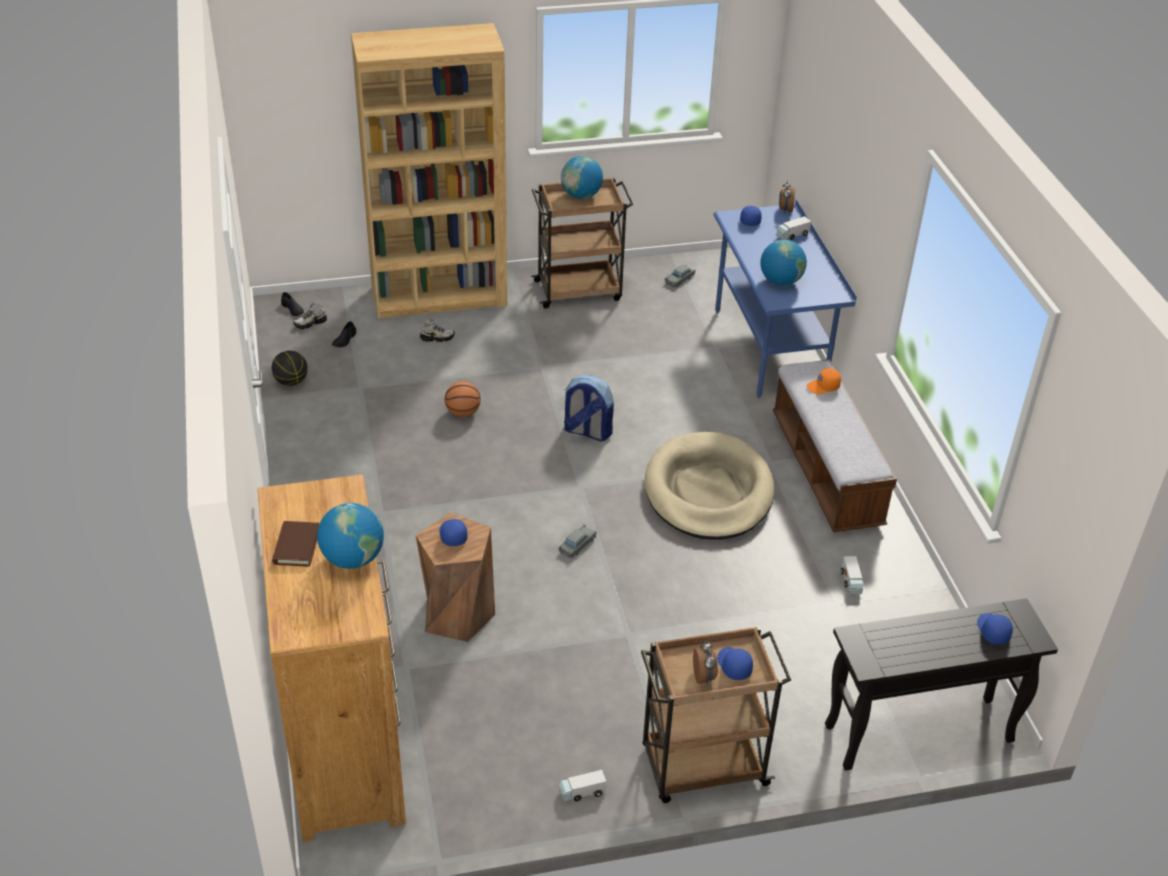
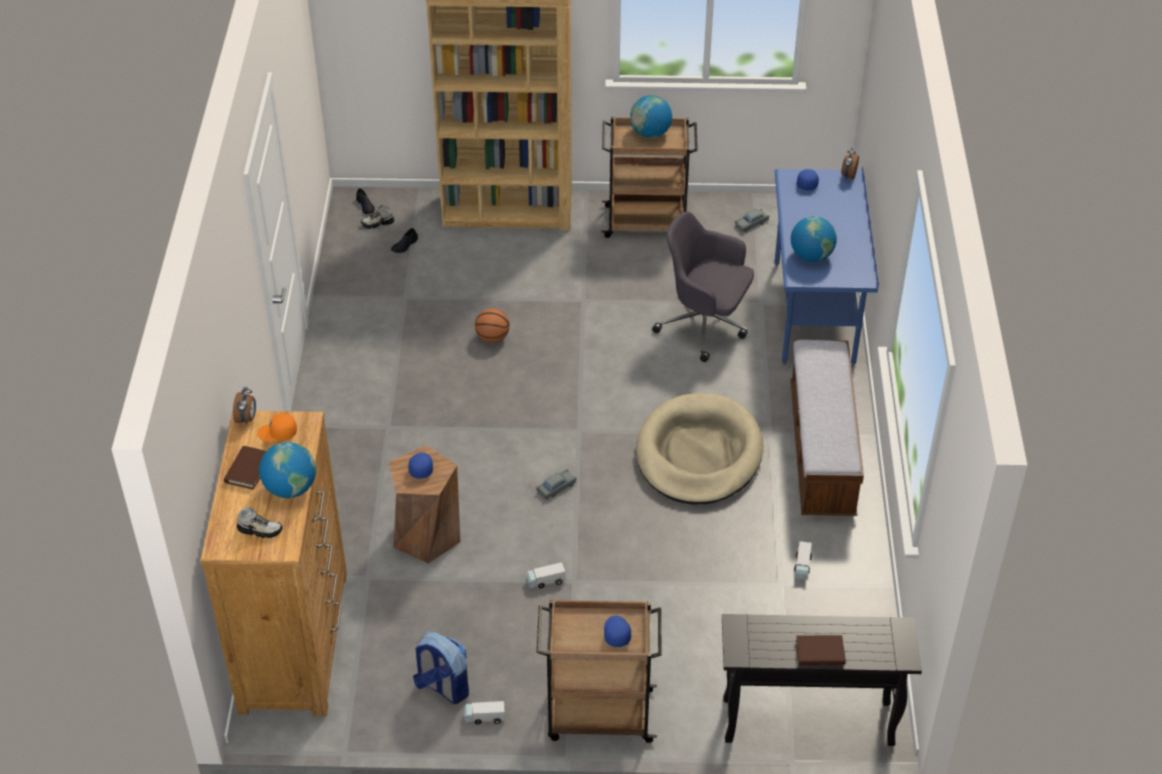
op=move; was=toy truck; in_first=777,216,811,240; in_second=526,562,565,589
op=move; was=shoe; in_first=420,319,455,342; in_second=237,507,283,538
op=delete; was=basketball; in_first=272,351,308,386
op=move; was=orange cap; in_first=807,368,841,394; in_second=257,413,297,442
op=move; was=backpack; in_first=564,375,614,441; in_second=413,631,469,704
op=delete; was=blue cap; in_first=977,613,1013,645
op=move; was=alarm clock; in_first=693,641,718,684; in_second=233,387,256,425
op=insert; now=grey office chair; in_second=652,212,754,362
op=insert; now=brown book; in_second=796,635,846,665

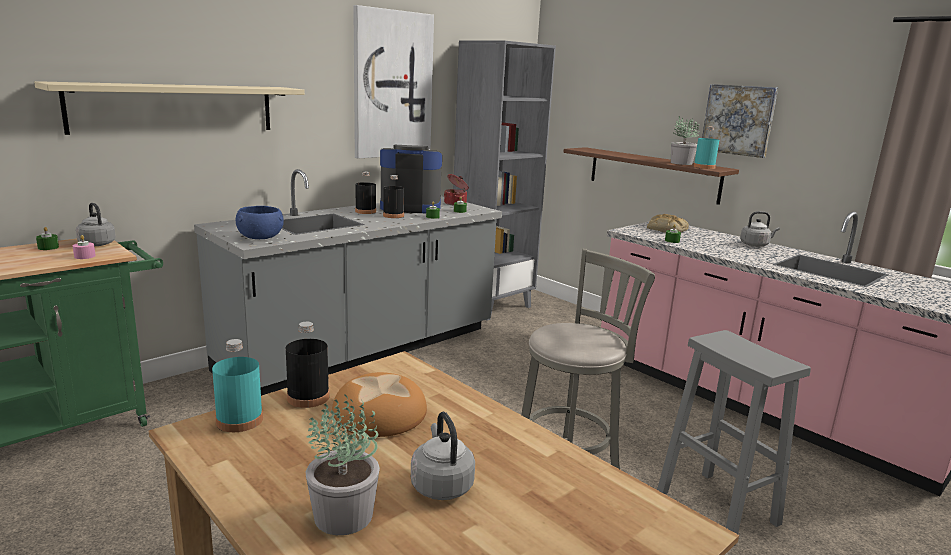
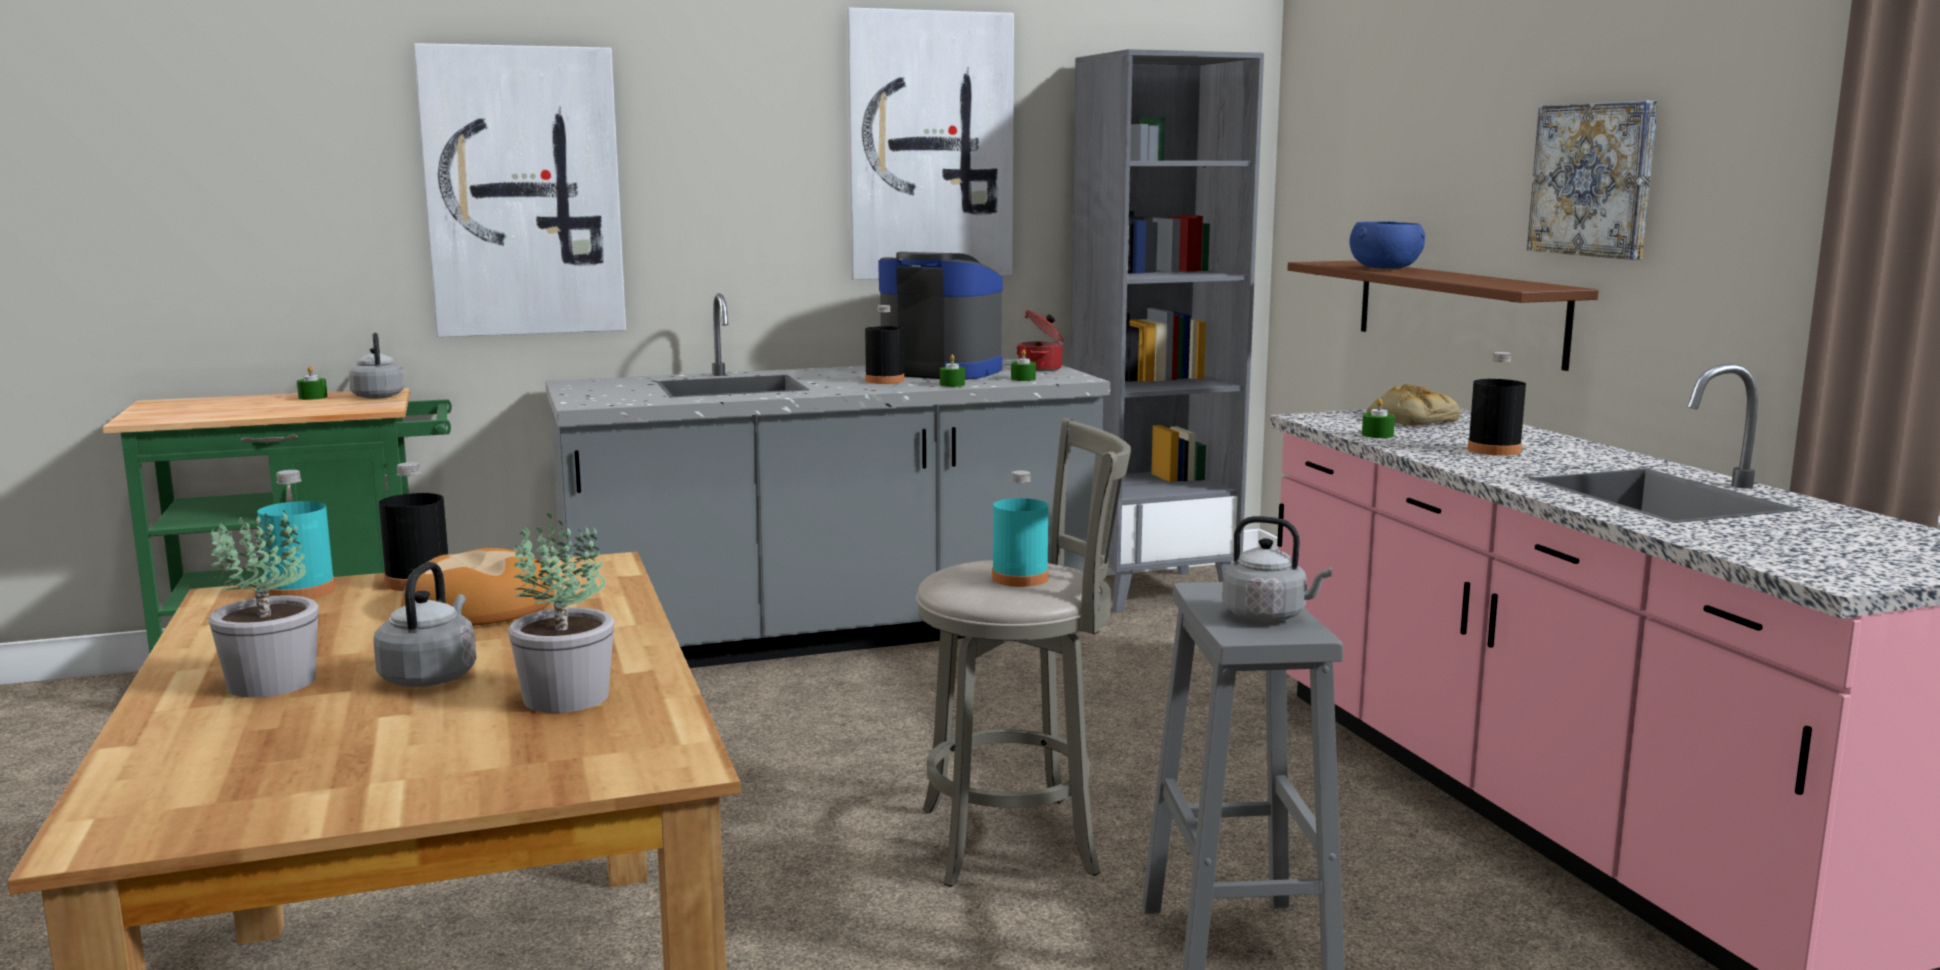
op=replace; was=beige shelf; now=picture; in_first=34,81,305,135; in_second=413,43,626,337
op=move; was=potted plant; in_first=671,116,699,165; in_second=508,512,614,713
op=move; was=turquoise bottle; in_first=694,126,719,169; in_second=992,471,1049,587
op=move; was=black bottle; in_first=355,172,376,214; in_second=1467,352,1526,456
op=move; was=blue bowl; in_first=236,206,284,239; in_second=1349,221,1425,269
op=move; was=grey kettle; in_first=740,211,780,247; in_second=1222,516,1332,621
op=delete; was=pink candle; in_first=73,235,96,259

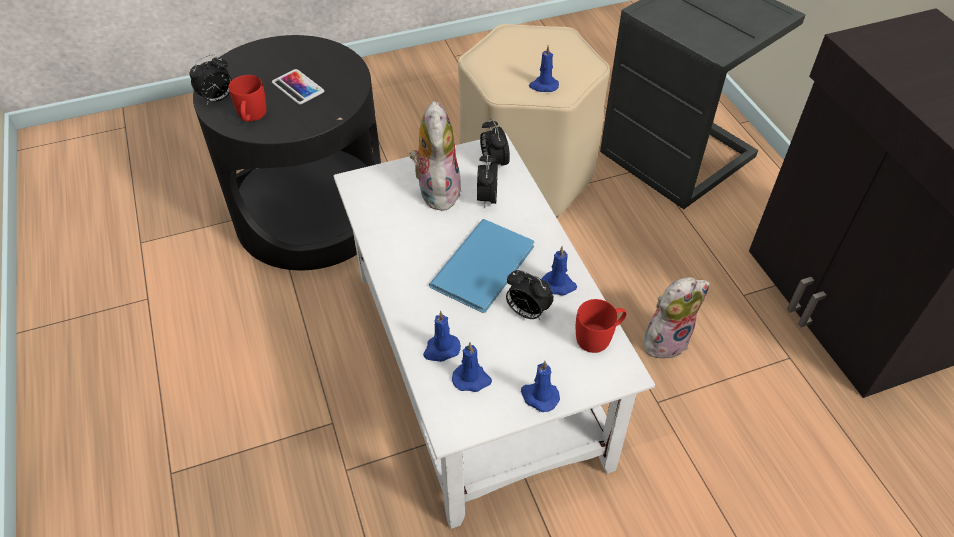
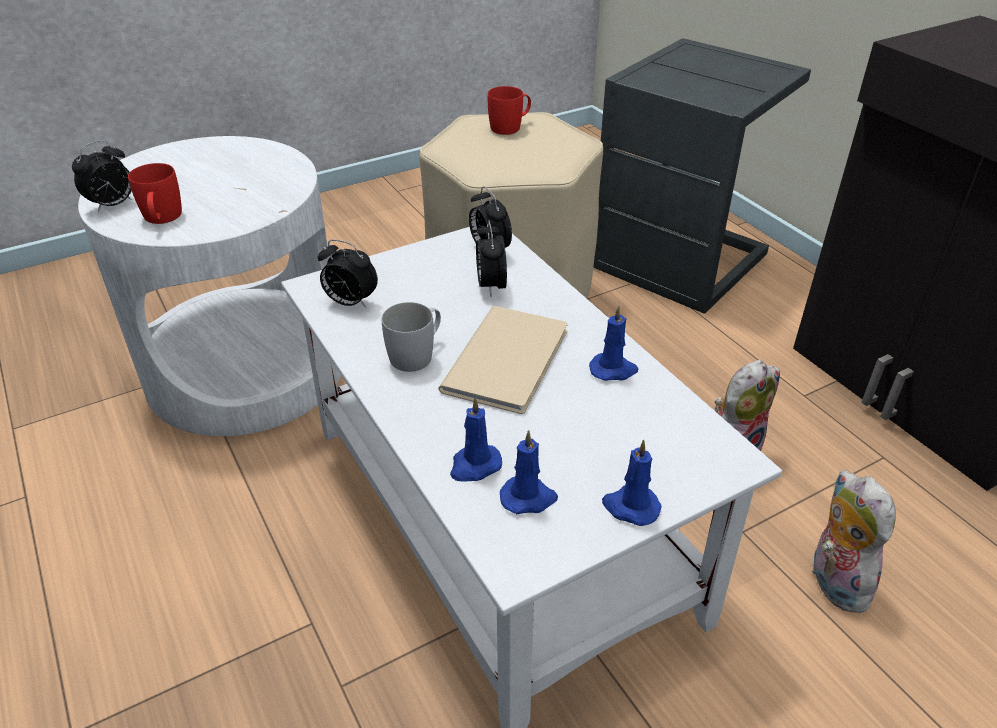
op=recolor; was=black side table; now=white side table; in_first=193,35,381,270; in_second=78,136,341,436
op=delete; was=blue candle; in_first=529,45,559,92
op=delete; was=phone; in_first=272,69,324,104
op=move; was=plush toy; in_first=410,101,461,211; in_second=812,470,896,613
op=recolor; was=blue book; now=beige book; in_first=429,219,534,313; in_second=438,306,568,414
op=move; was=alarm clock; in_first=506,270,554,320; in_second=318,239,378,308
op=move; was=red mug; in_first=576,299,626,353; in_second=488,86,531,135
op=insert; now=white mug; in_second=382,302,441,372

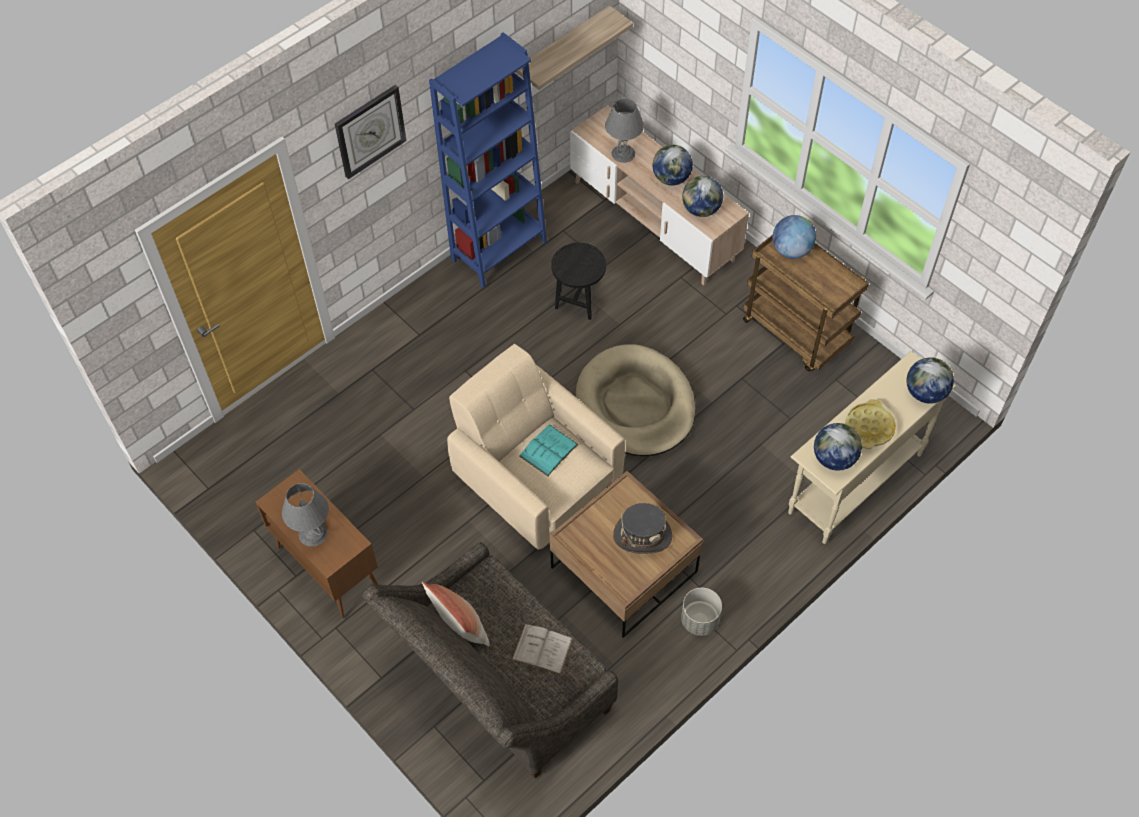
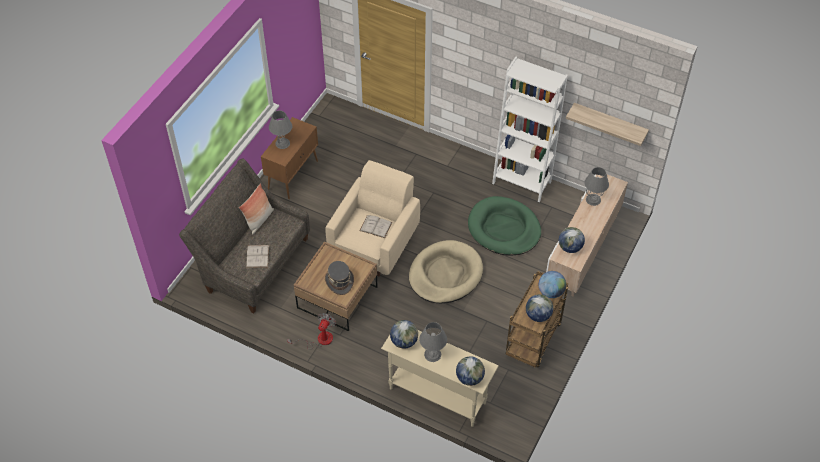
op=recolor; was=blue bookcase; now=white bookcase; in_first=429,32,547,288; in_second=492,57,568,202
op=delete; was=wall clock; in_first=335,85,406,179
op=move; was=globe; in_first=653,145,693,186; in_second=526,294,553,322
op=replace; was=black side table; now=green dog bed; in_first=551,243,606,320; in_second=468,196,541,255
op=replace; was=yellow tray; now=grey table lamp; in_first=845,399,896,449; in_second=419,322,447,362
op=recolor; was=turquoise book; now=white book; in_first=519,424,578,476; in_second=360,215,392,238
op=replace; was=grey planter; now=fan; in_first=681,588,722,636; in_second=287,313,336,349

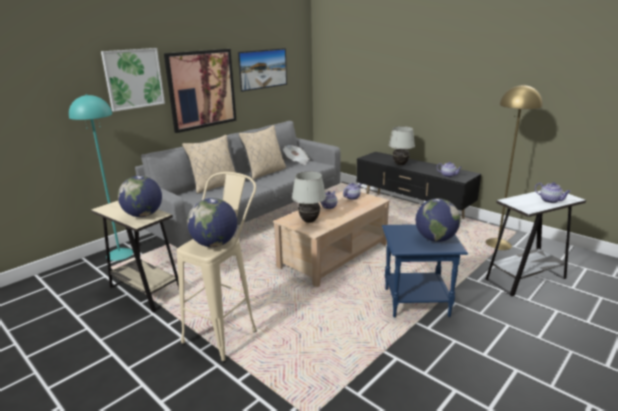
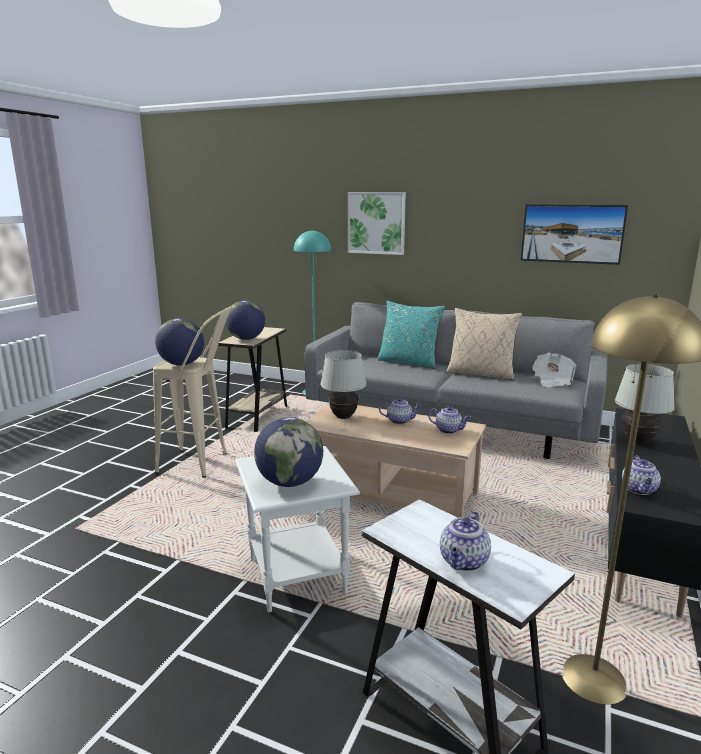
op=delete; was=picture; in_first=164,49,236,133
op=recolor; was=beige pillow; now=turquoise pillow; in_first=182,135,236,194; in_second=378,301,445,369
op=recolor; was=blue side table; now=white side table; in_first=382,224,468,317; in_second=235,446,360,612

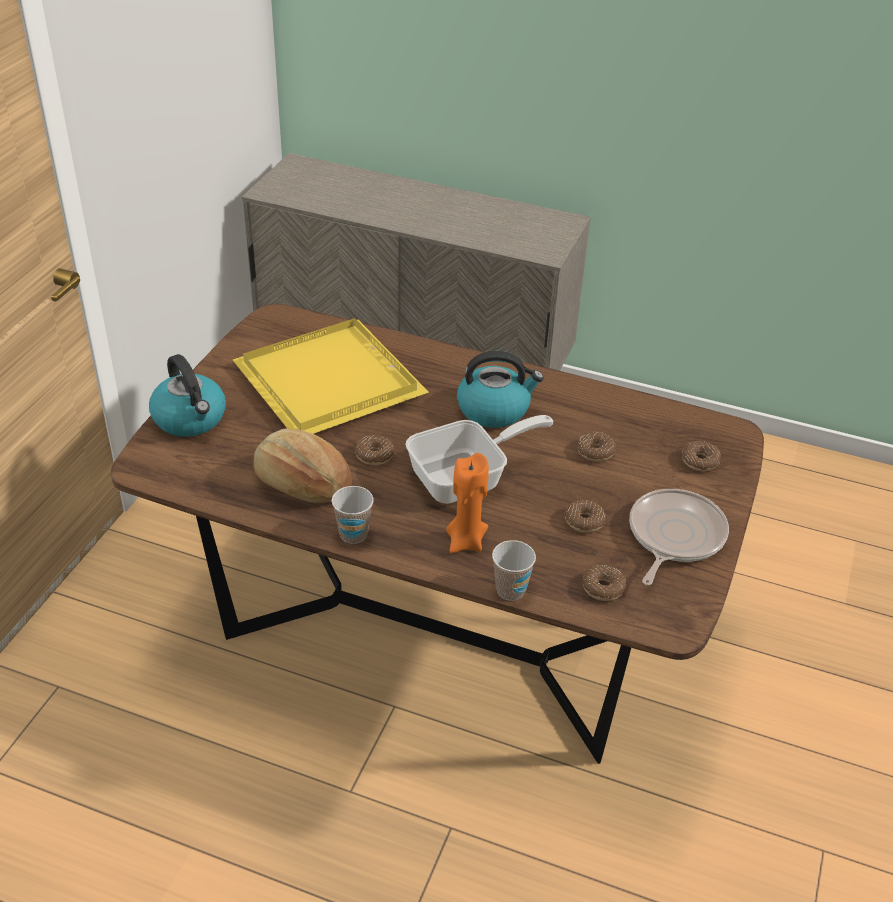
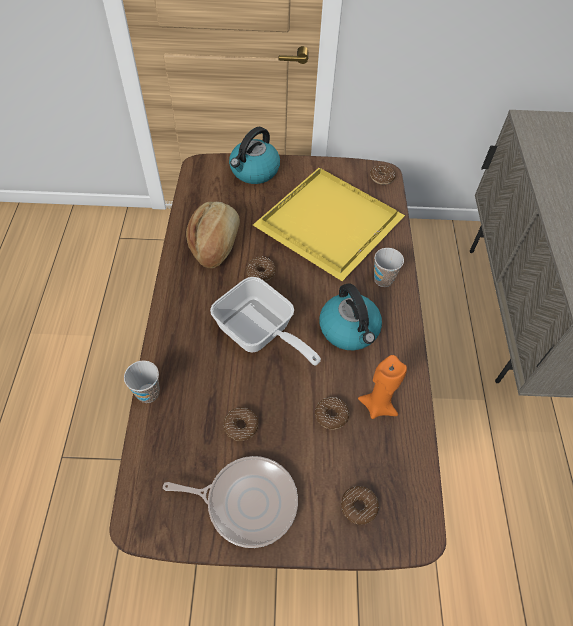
op=move; was=orange candle; in_first=446,453,489,553; in_second=358,355,407,419
op=move; was=cup; in_first=332,486,374,544; in_second=374,248,404,287
op=move; was=donut; in_first=582,565,626,601; in_second=370,164,396,185

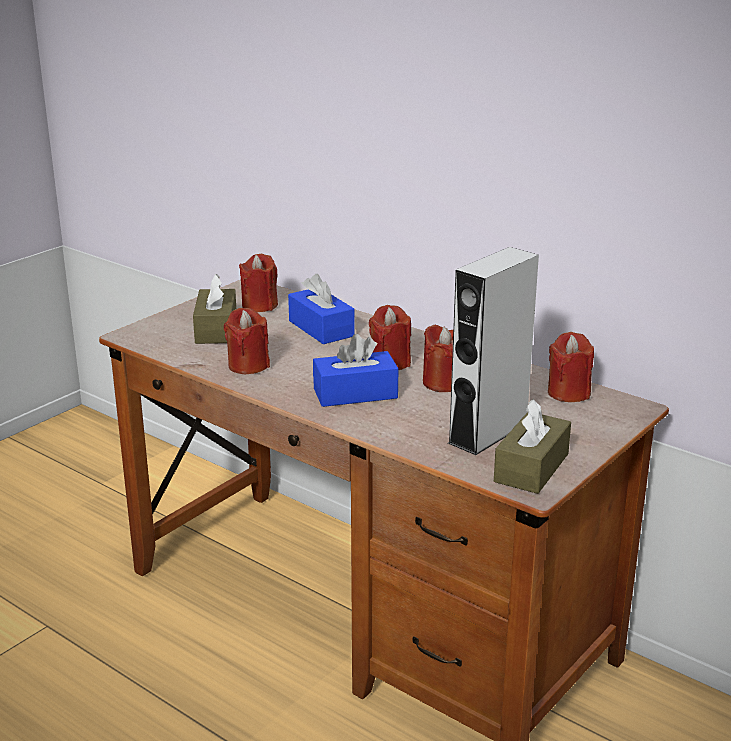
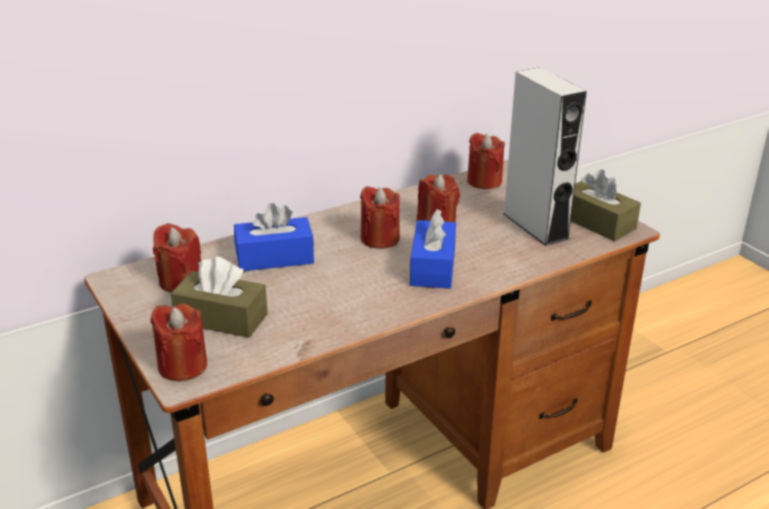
op=move; was=red candle; in_first=224,308,270,374; in_second=150,303,207,381

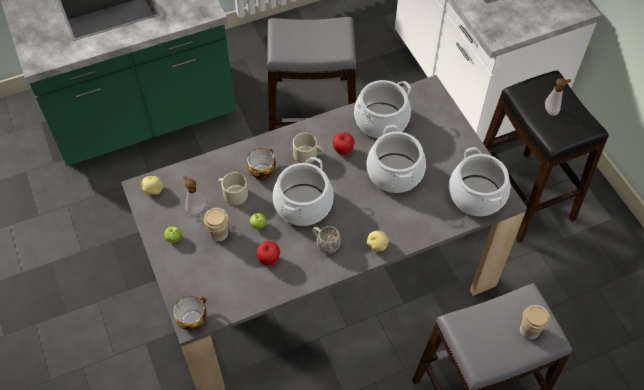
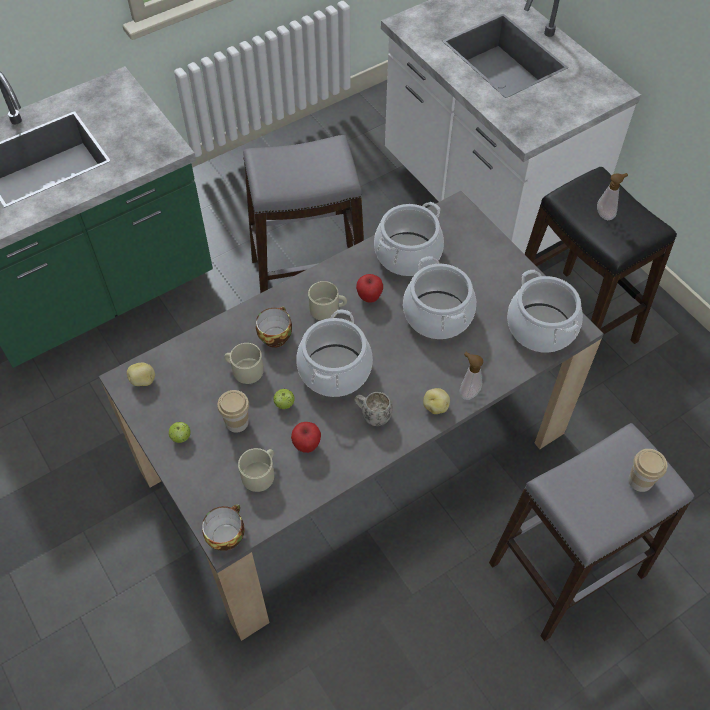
op=move; was=soap dispenser; in_first=183,176,206,215; in_second=460,352,483,400
op=insert; now=beige mug; in_second=238,448,274,492

